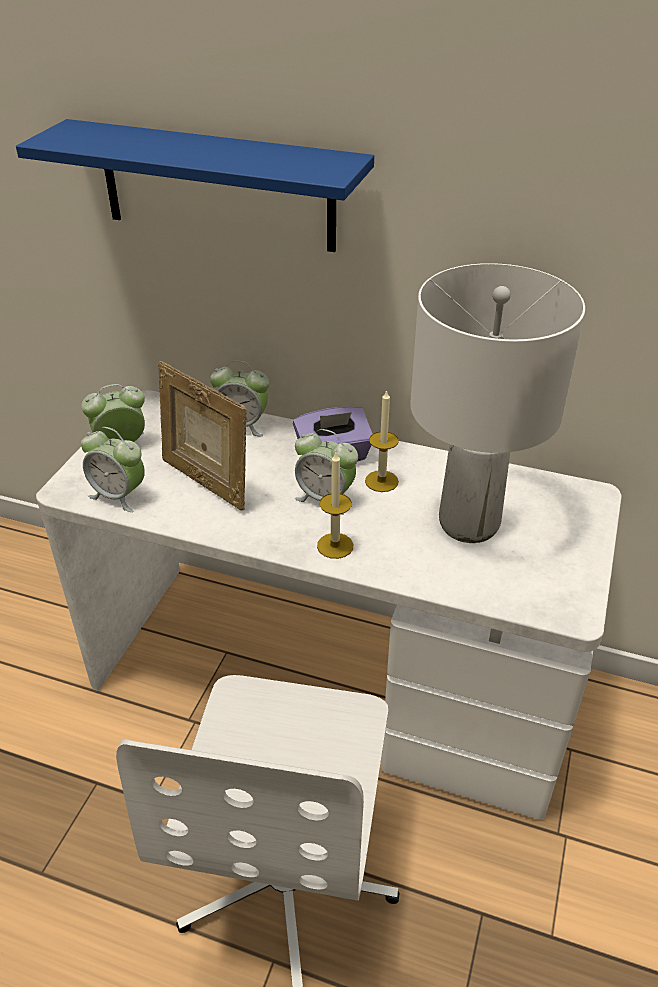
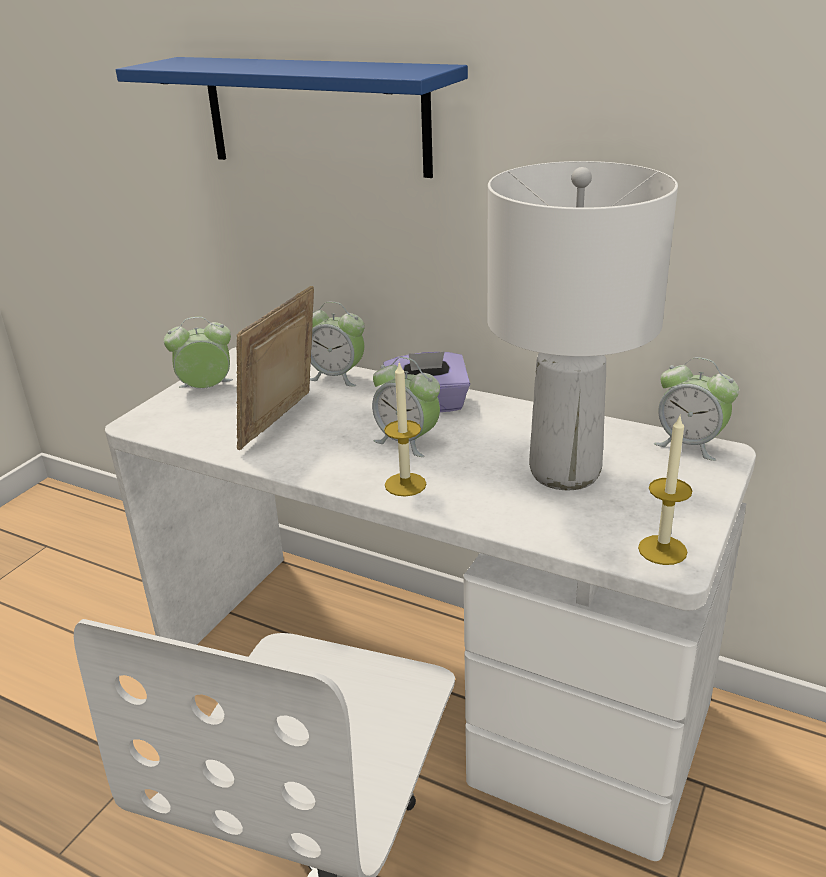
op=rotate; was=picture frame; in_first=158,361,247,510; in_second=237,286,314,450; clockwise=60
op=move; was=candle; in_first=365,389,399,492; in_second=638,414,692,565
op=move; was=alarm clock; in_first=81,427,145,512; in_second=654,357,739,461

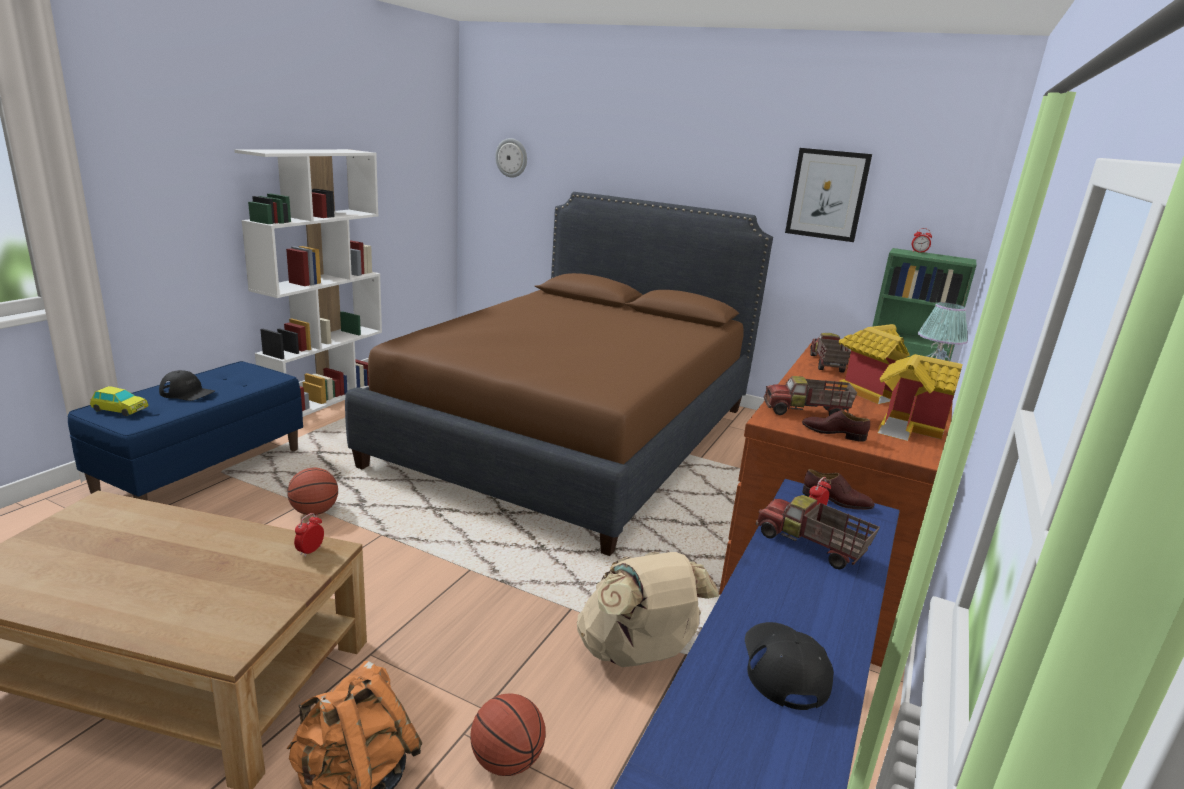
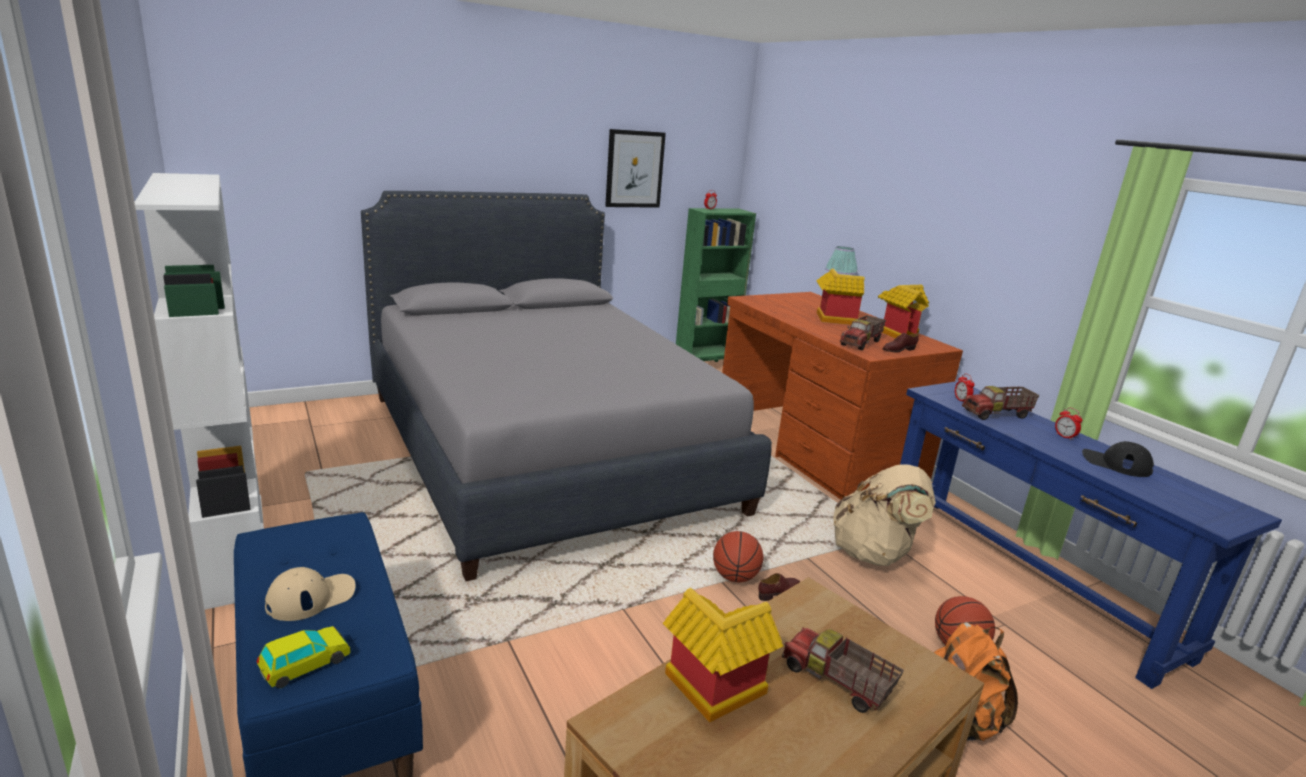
op=delete; was=wall clock; in_first=495,138,527,178
op=recolor; was=brown bed; now=grey bed; in_first=345,192,773,556; in_second=361,191,772,581
op=move; was=toy truck; in_first=810,333,851,373; in_second=782,627,904,713
op=recolor; was=black cap; now=beige cap; in_first=159,370,215,401; in_second=265,567,356,621
op=move; was=basketball; in_first=287,468,338,515; in_second=713,531,763,583
op=move; was=brown shoe; in_first=802,469,875,510; in_second=758,573,800,601
op=move; was=alarm clock; in_first=294,513,324,557; in_second=1055,408,1082,440
op=insert; now=toy house; in_second=663,588,784,723

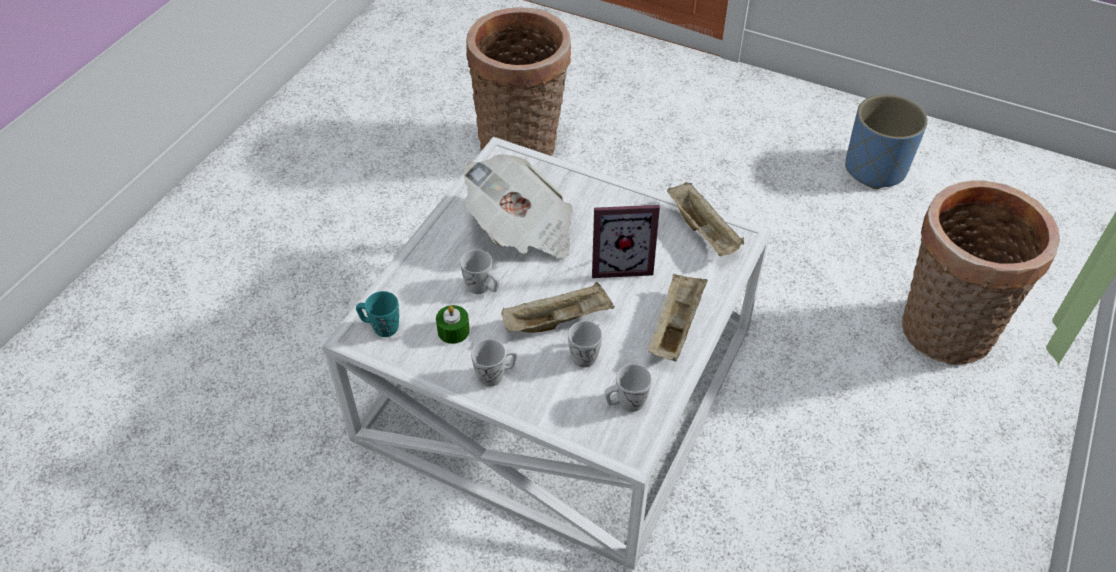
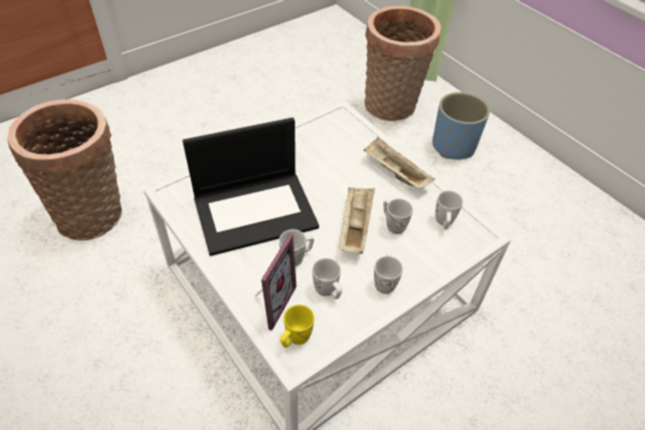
op=move; was=blue planter; in_first=845,94,928,189; in_second=432,92,490,160
op=replace; was=newspaper; now=laptop; in_first=463,155,573,258; in_second=183,117,319,256
op=delete; was=beige tray; in_first=667,182,744,256
op=move; was=picture frame; in_first=592,205,660,278; in_second=254,234,297,331
op=recolor; was=turquoise mug; now=yellow mug; in_first=356,291,399,337; in_second=280,305,314,348
op=replace; was=green candle; now=white mug; in_first=436,305,470,344; in_second=312,258,342,299

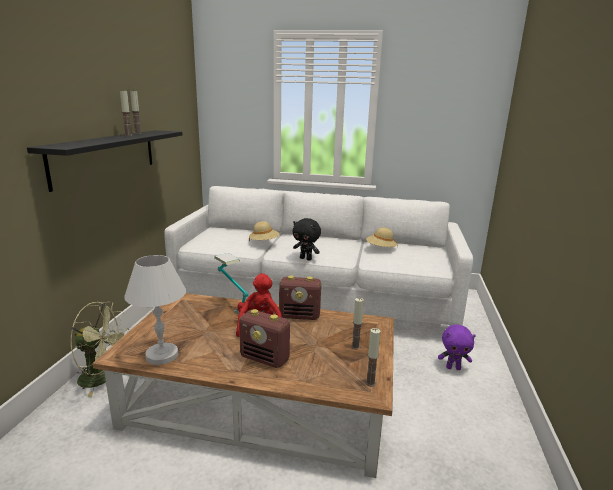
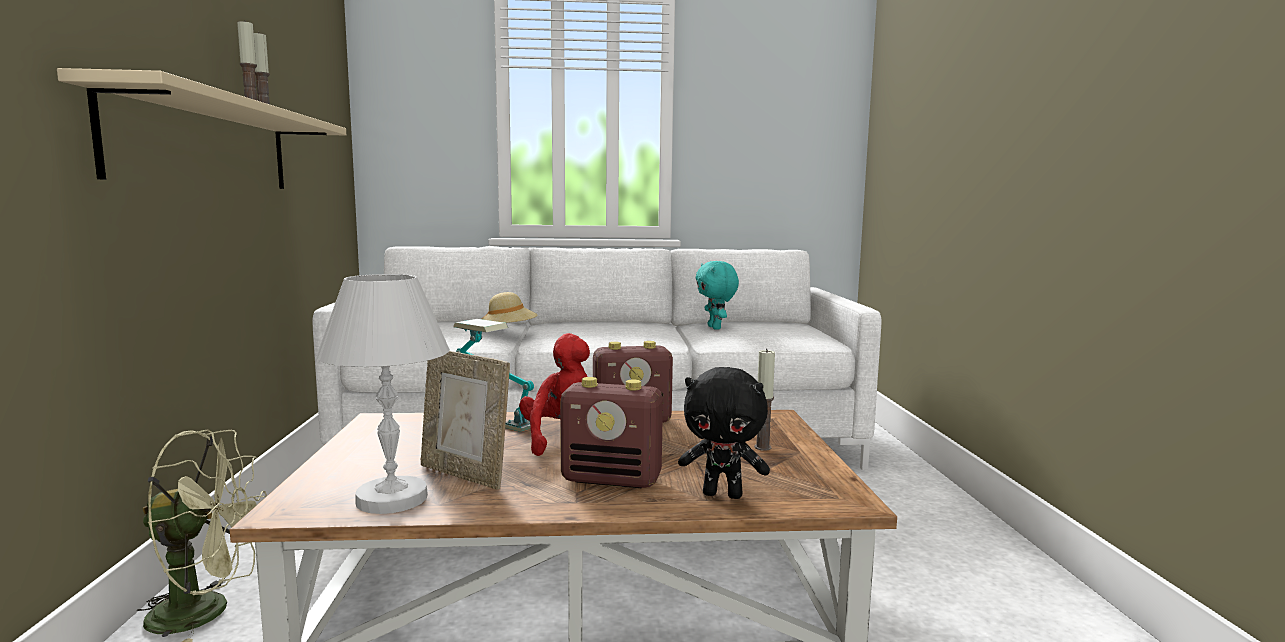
op=recolor; was=black shelf; now=beige shelf; in_first=27,130,183,192; in_second=57,68,346,189
op=move; was=black plush toy; in_first=293,218,321,261; in_second=678,367,770,499
op=replace; was=beige hat; now=turquoise plush toy; in_first=366,227,398,247; in_second=696,261,739,330
op=delete; was=purple plush toy; in_first=438,324,476,370
op=delete; was=candle; in_first=365,328,381,386
op=insert; now=picture frame; in_second=421,351,510,489

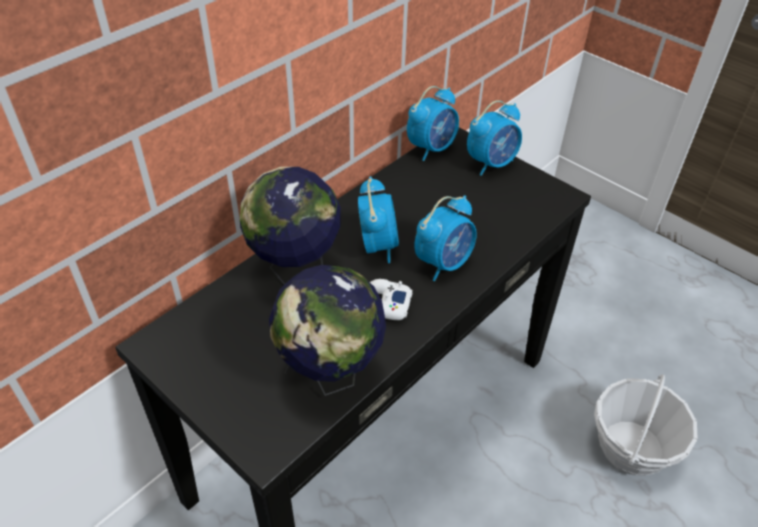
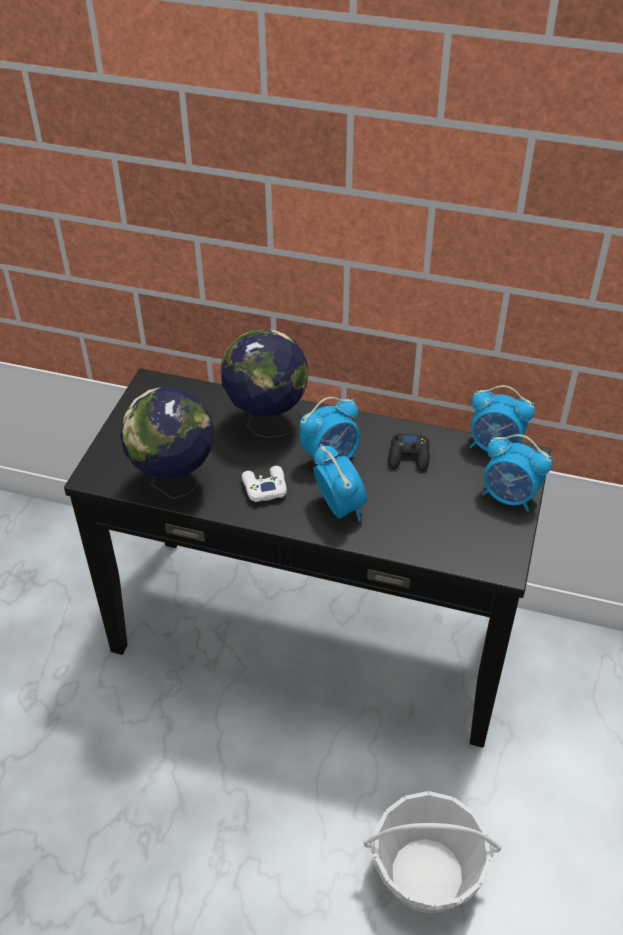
op=rotate; was=alarm clock; in_first=415,195,477,281; in_second=314,444,367,522; clockwise=-135
op=insert; now=black game controller; in_second=388,433,430,472

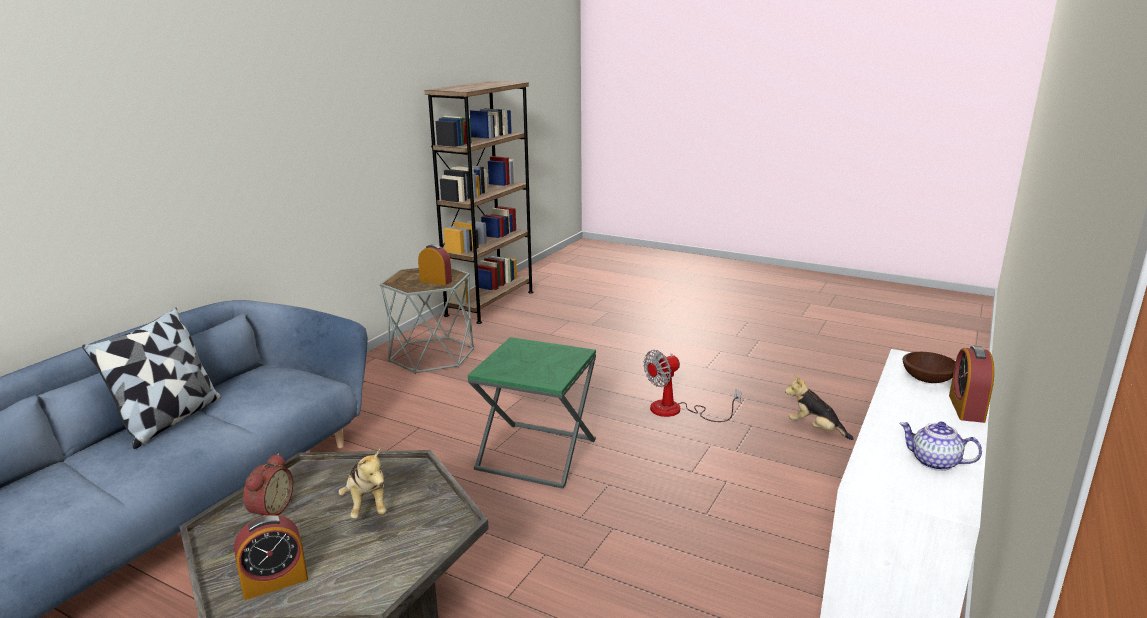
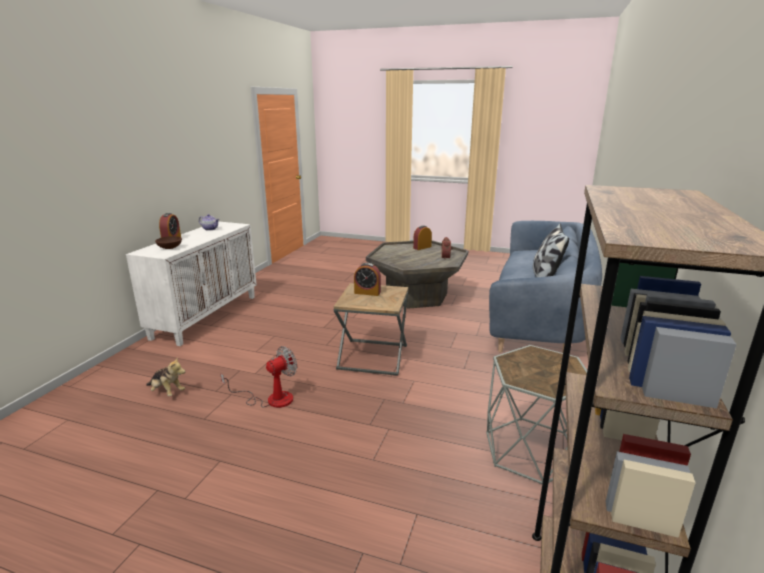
op=move; was=alarm clock; in_first=418,244,452,285; in_second=354,263,381,296
op=recolor; was=green side table; now=brown side table; in_first=468,337,596,489; in_second=334,283,408,376
op=delete; was=plush toy; in_first=338,448,387,518

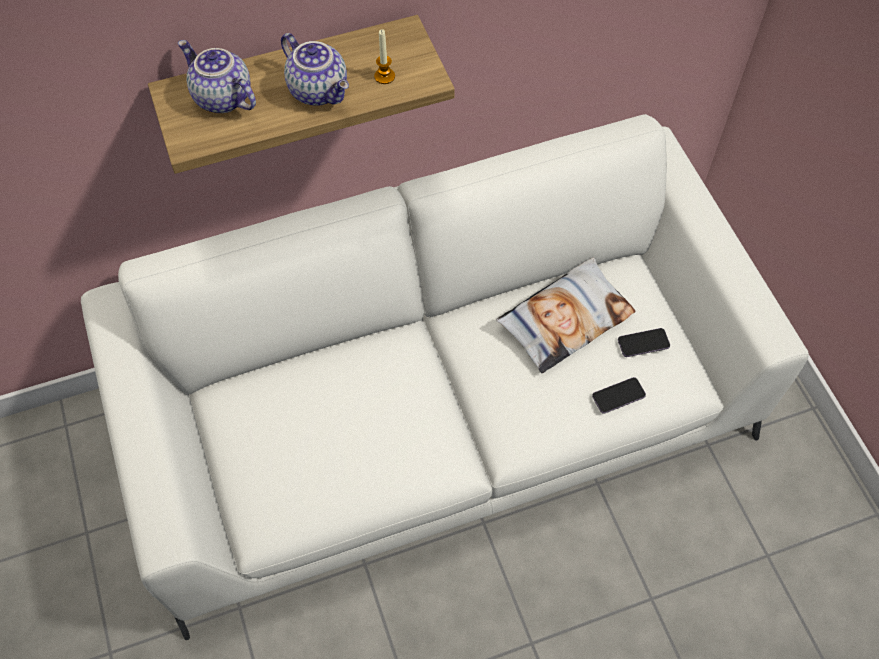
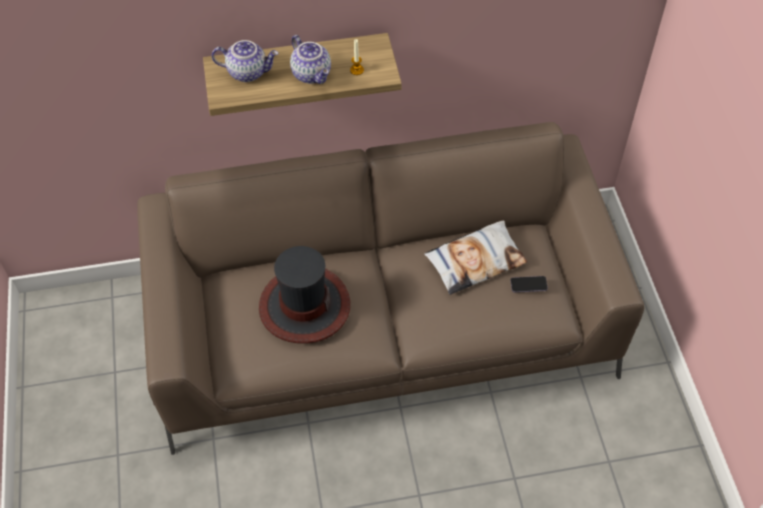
op=rotate; was=teapot; in_first=178,40,256,113; in_second=212,40,279,82; clockwise=135
op=recolor; was=white sofa; now=brown sofa; in_first=81,114,809,640; in_second=137,122,644,455
op=delete; was=phone; in_first=592,377,646,414
op=insert; now=hat; in_second=259,246,350,344

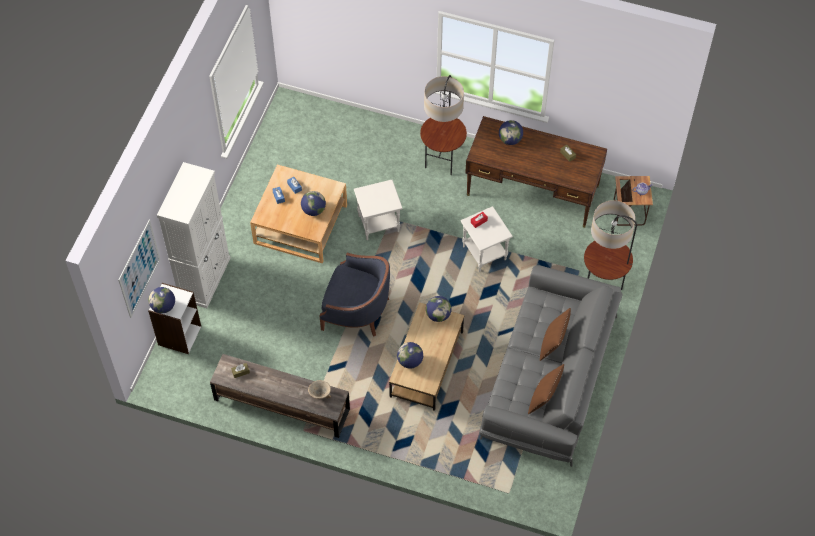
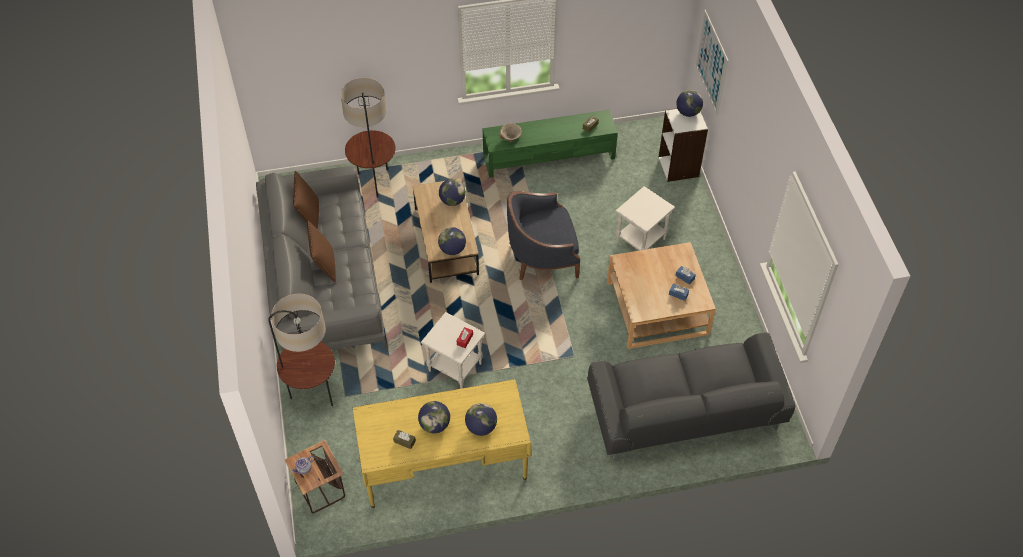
op=move; was=floor lamp; in_first=420,75,467,175; in_second=341,78,396,198
op=recolor; was=brown desk; now=yellow desk; in_first=465,116,607,228; in_second=353,379,531,508
op=delete; was=white cabinet; in_first=157,162,230,308
op=move; was=white side table; in_first=354,180,403,240; in_second=615,186,675,250
op=move; was=globe; in_first=301,191,326,216; in_second=418,401,450,433
op=recolor; was=brown tv stand; now=green tv stand; in_first=210,354,350,438; in_second=483,110,618,178
op=insert; now=grey sofa; in_second=587,332,796,460

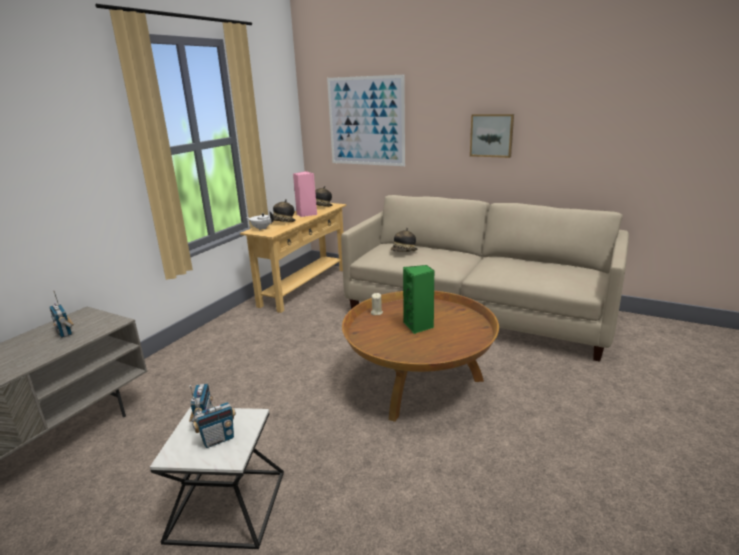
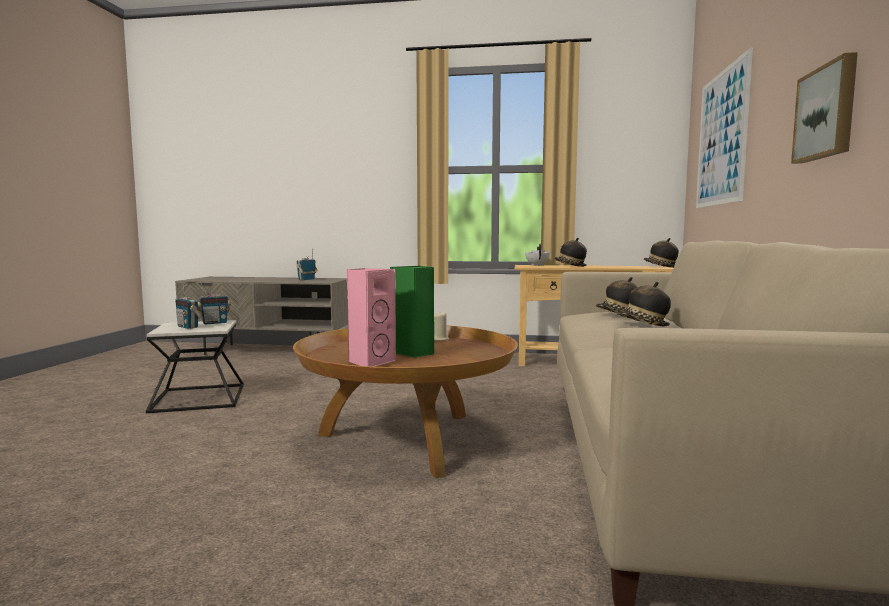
op=move; was=pink speaker; in_first=293,171,317,217; in_second=347,268,396,367
op=insert; now=hat; in_second=617,282,671,326

